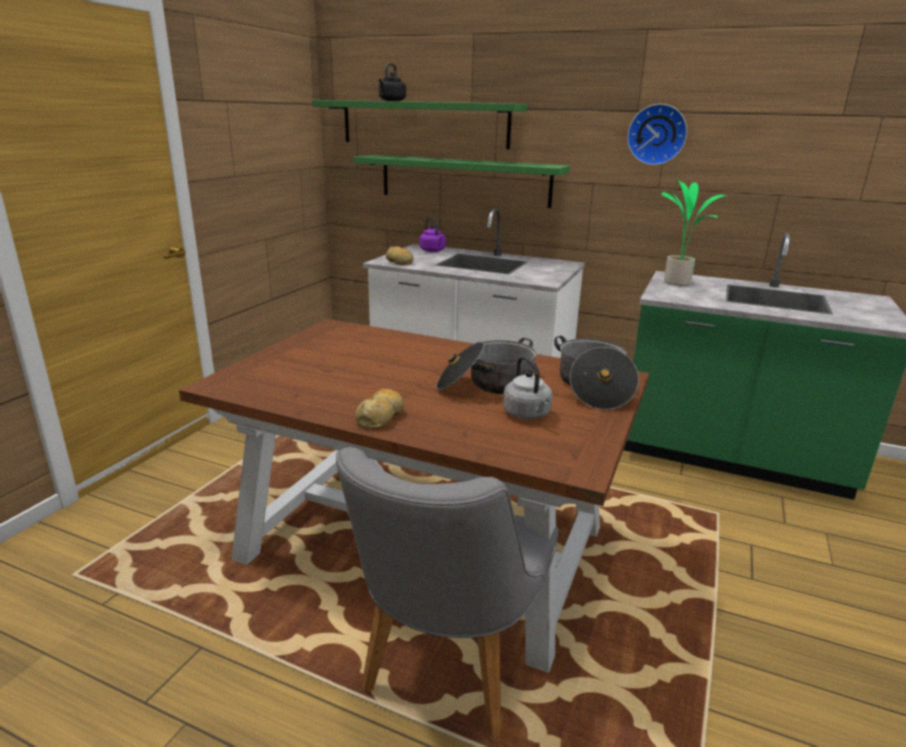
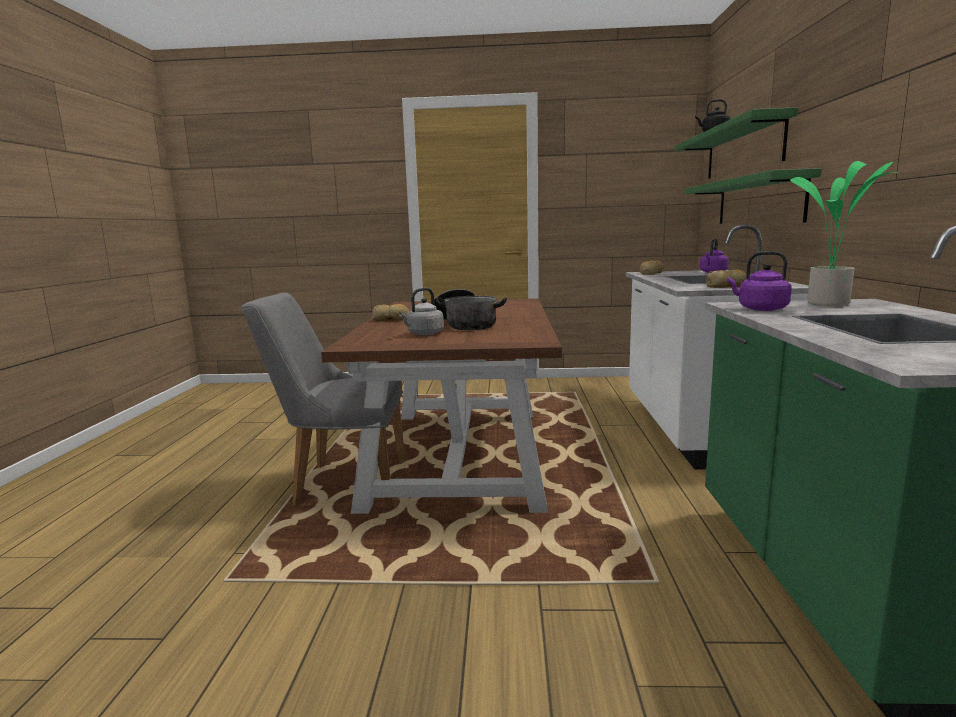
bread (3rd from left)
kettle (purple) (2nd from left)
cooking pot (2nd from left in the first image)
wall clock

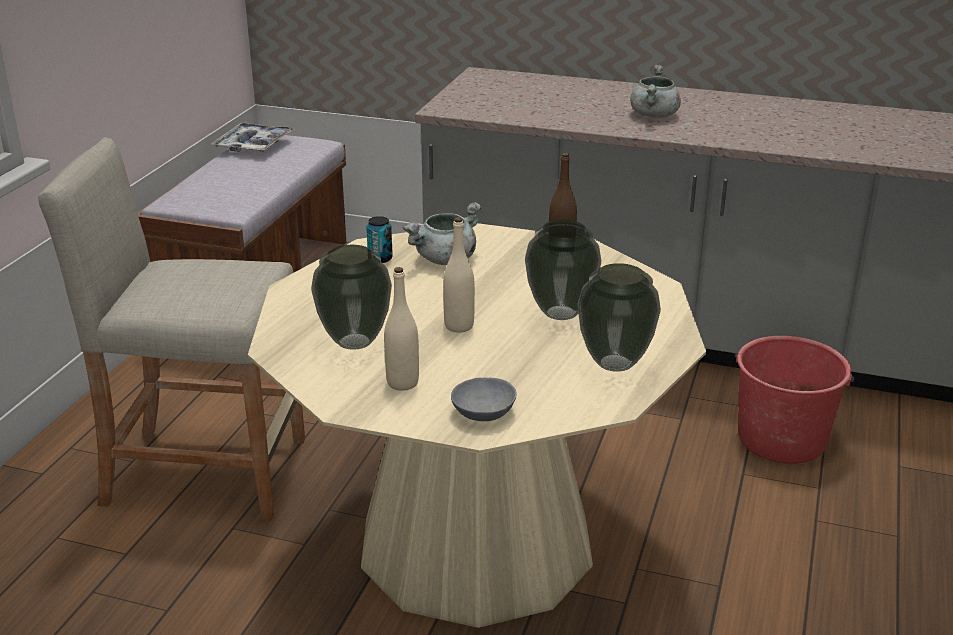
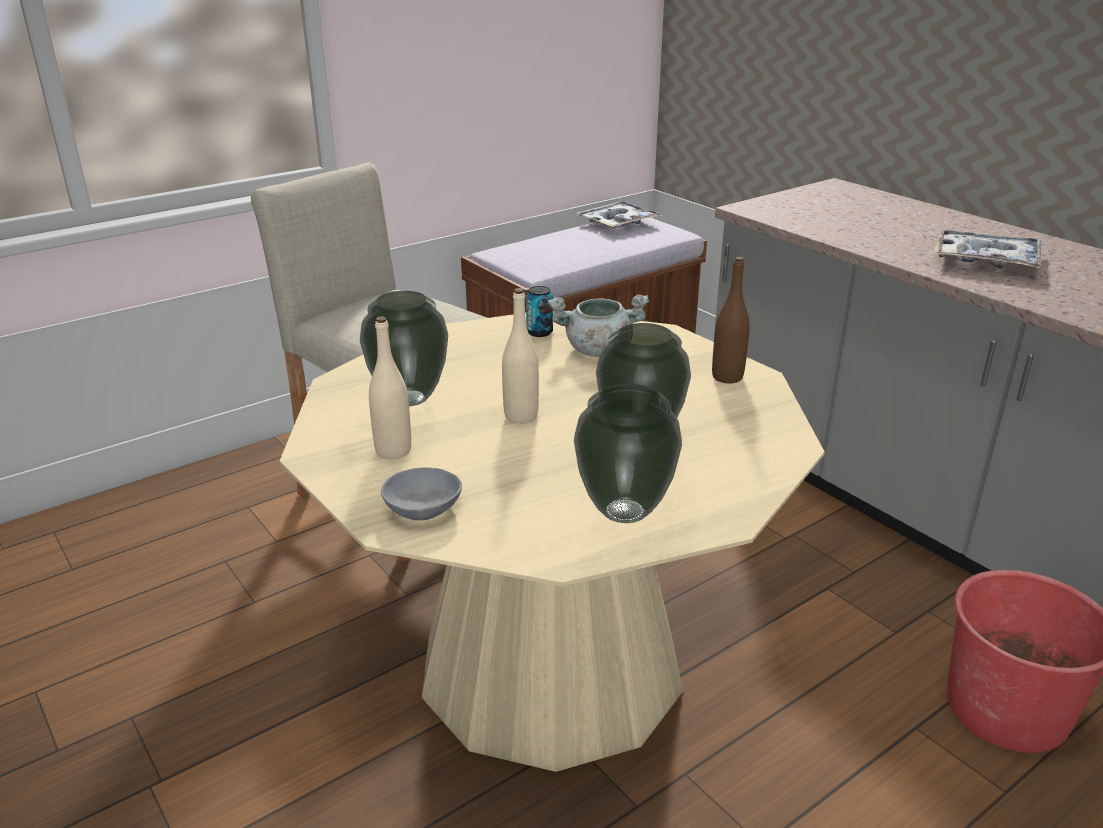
tray (2nd from left)

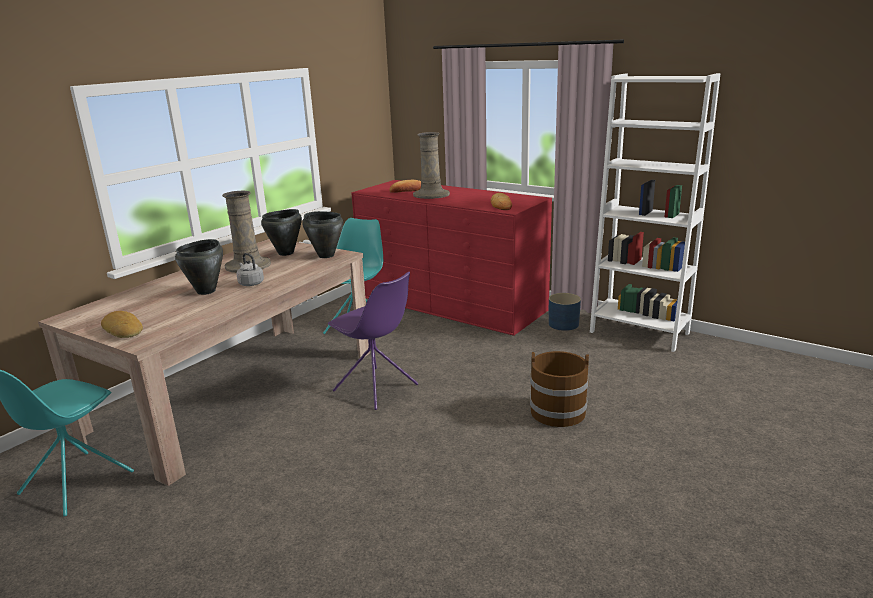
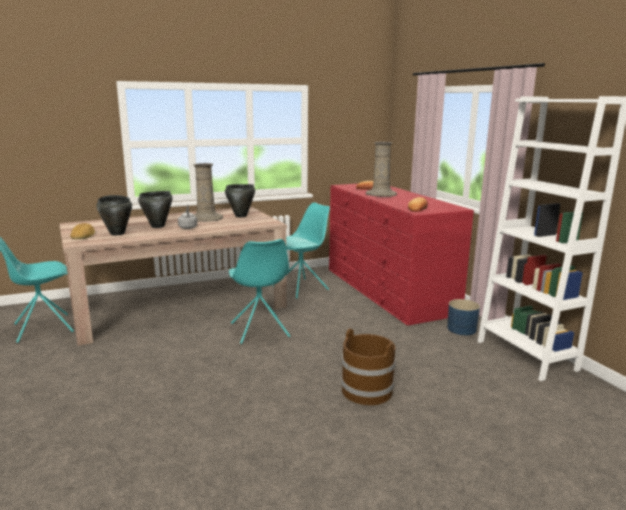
cooking pot (black) (1st from left)
chair (turquoise) (2nd from left)

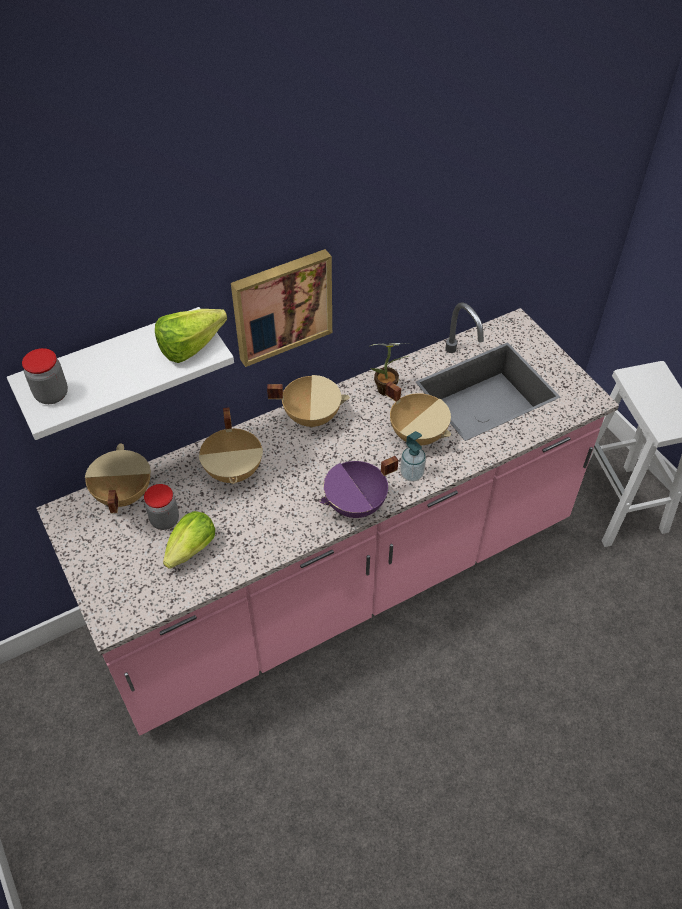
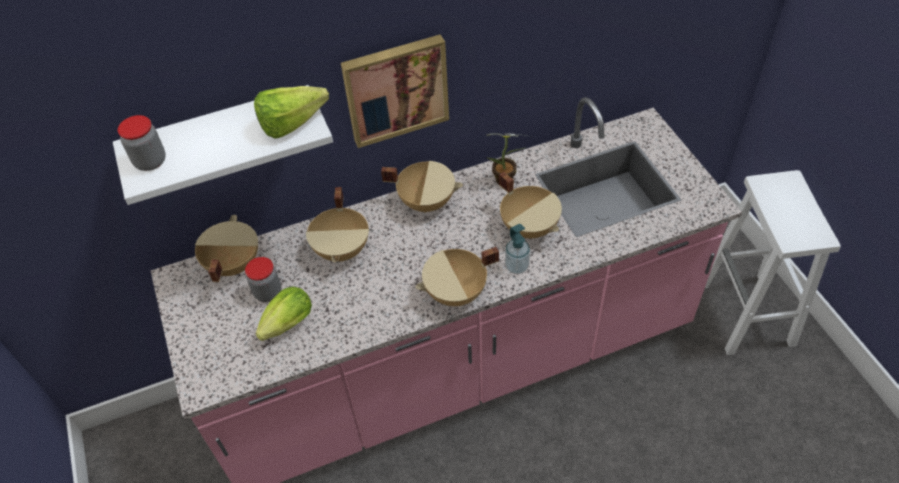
cooking pot (beige) (4th from left)

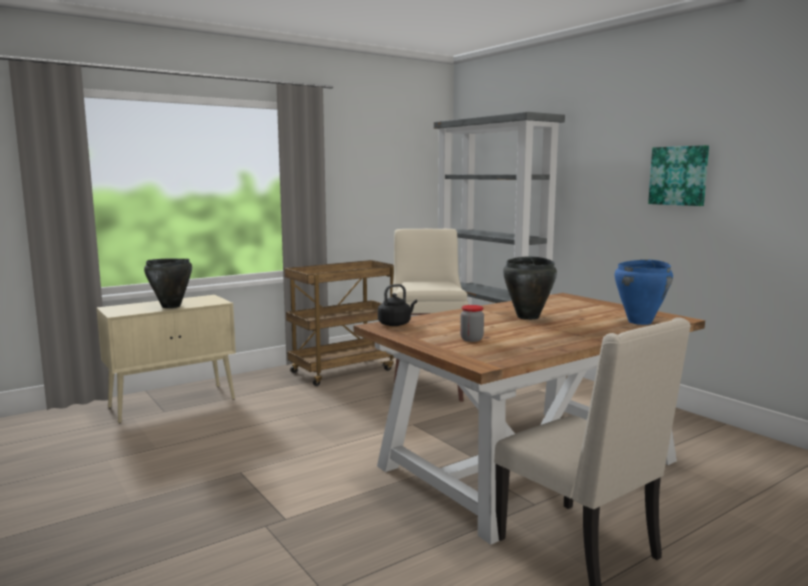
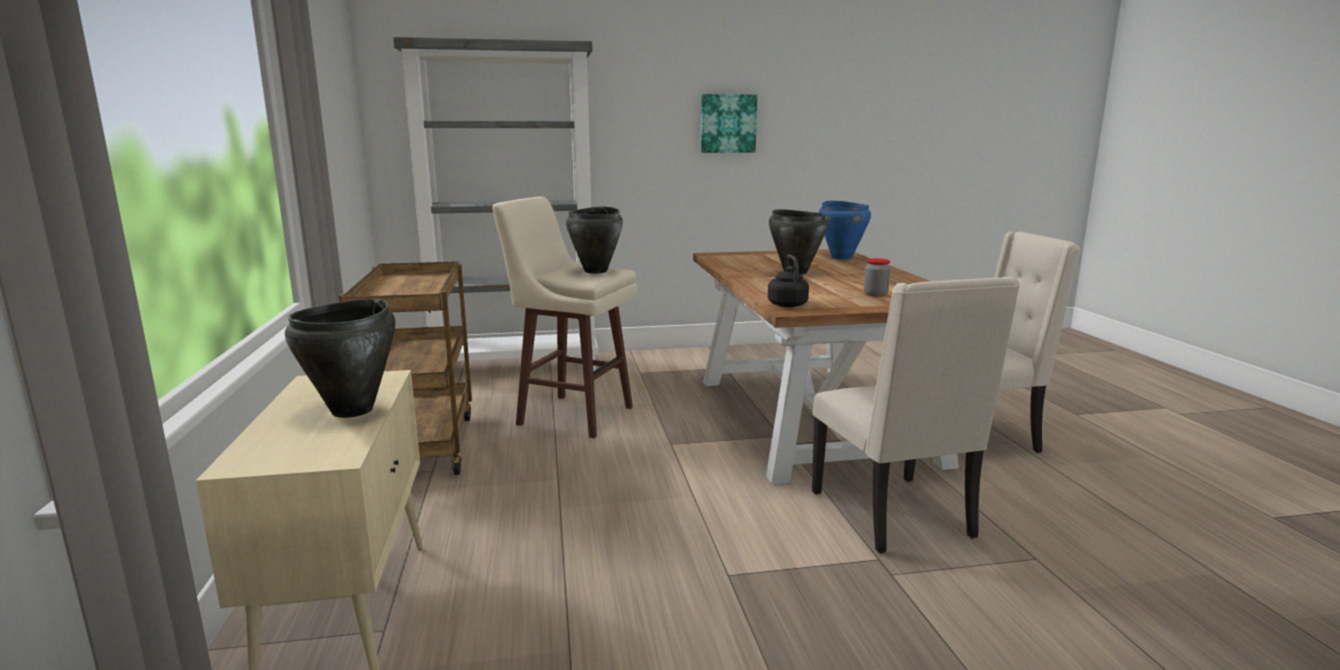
cooking pot (black) (2nd from left)
chair (beige) (1st from left)

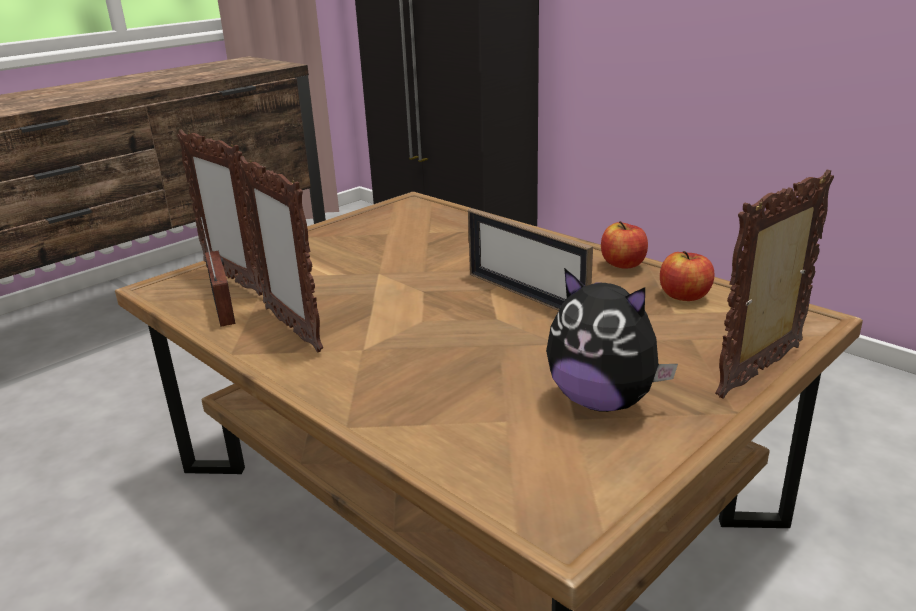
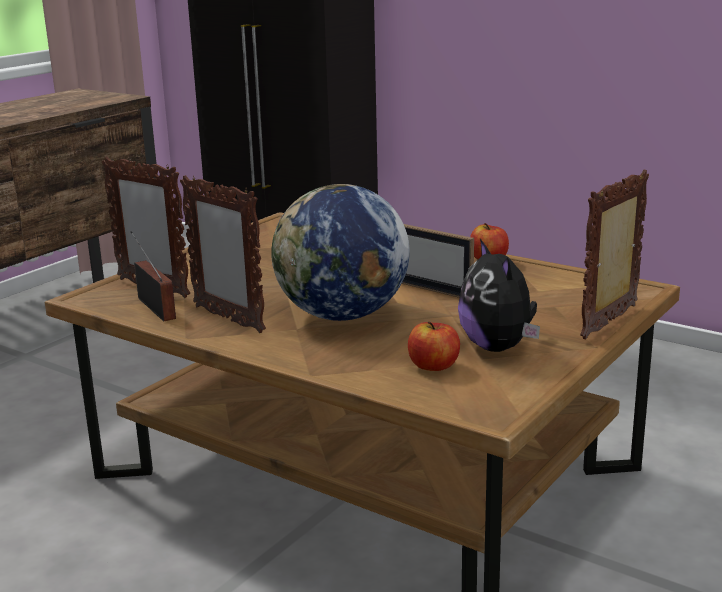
globe
apple (1st from left)
plush toy

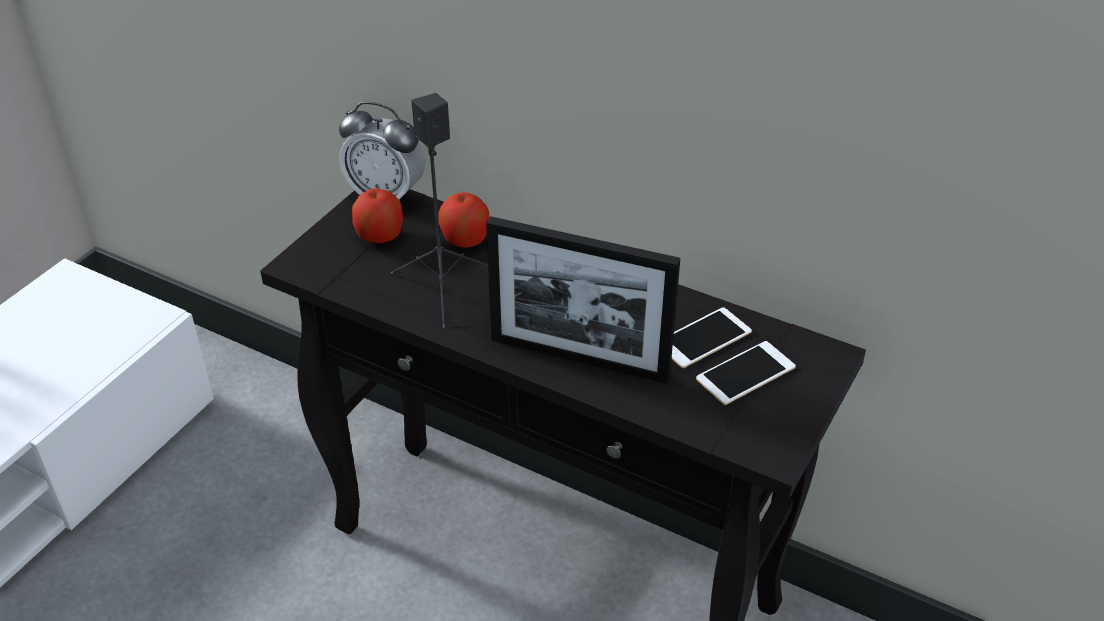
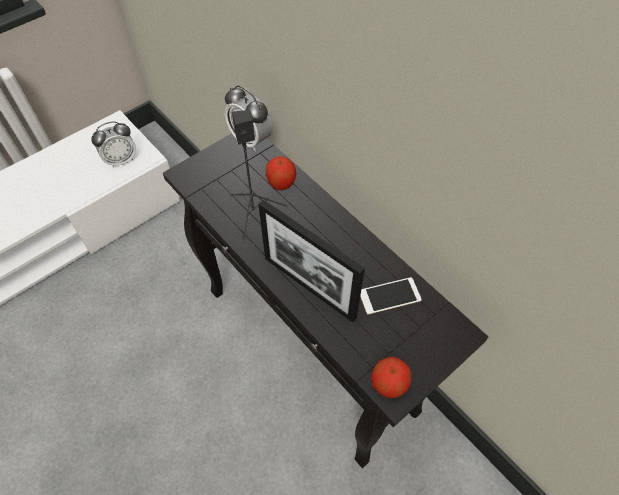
alarm clock (1st from left)
apple (2nd from left)
phone (2nd from left in the first image)

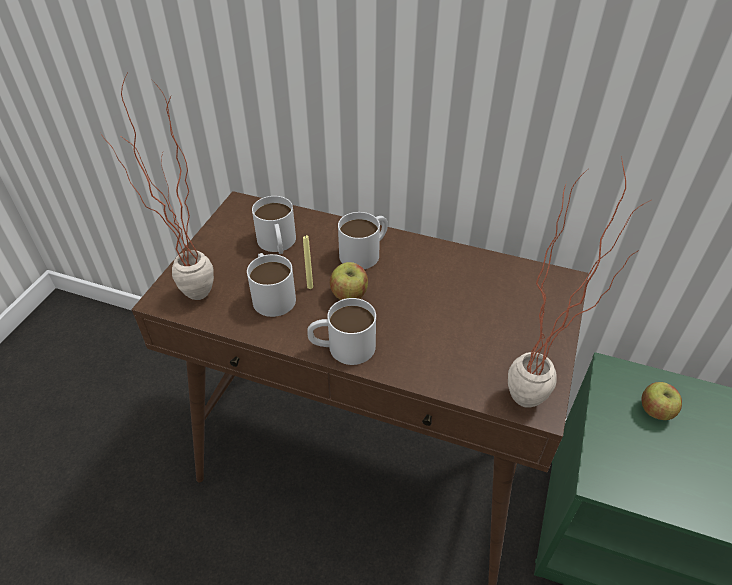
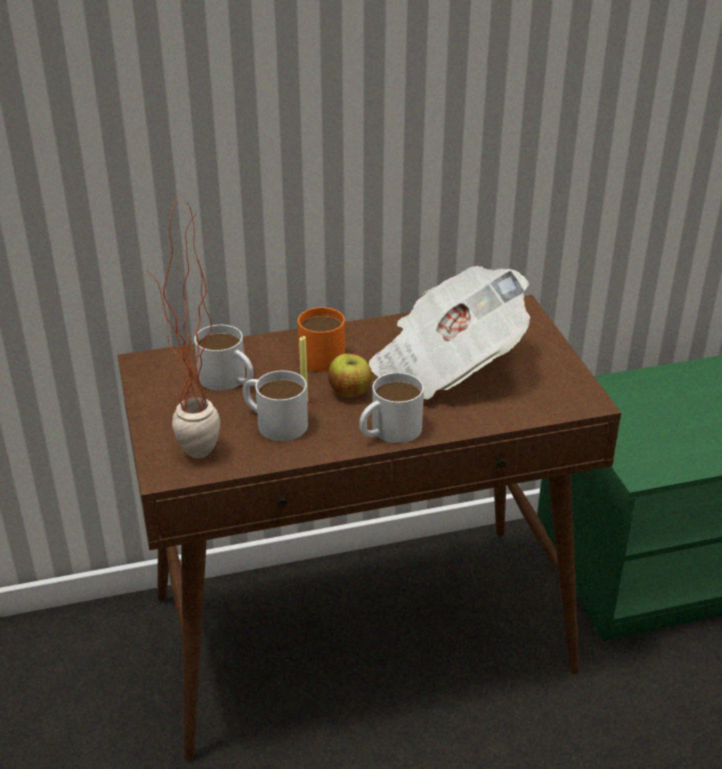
mug (orange)
newspaper
potted plant (2nd from left in the first image)
apple (2nd from left in the first image)

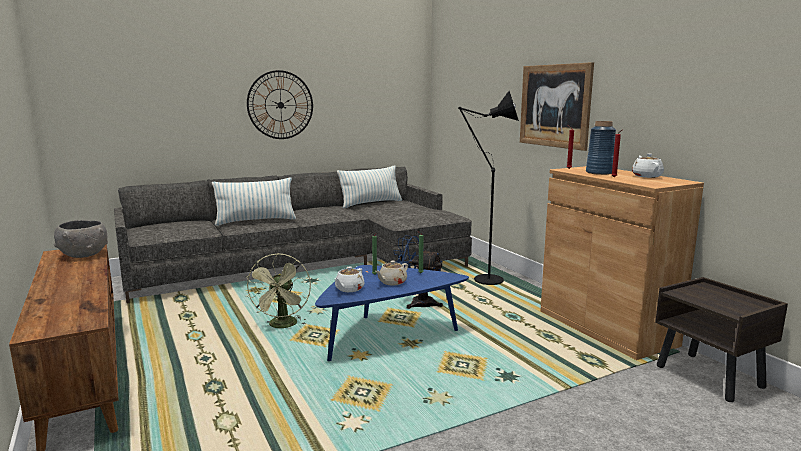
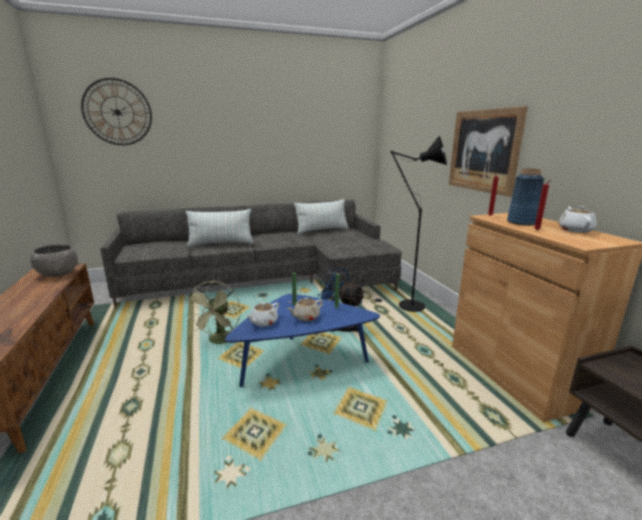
wall clock

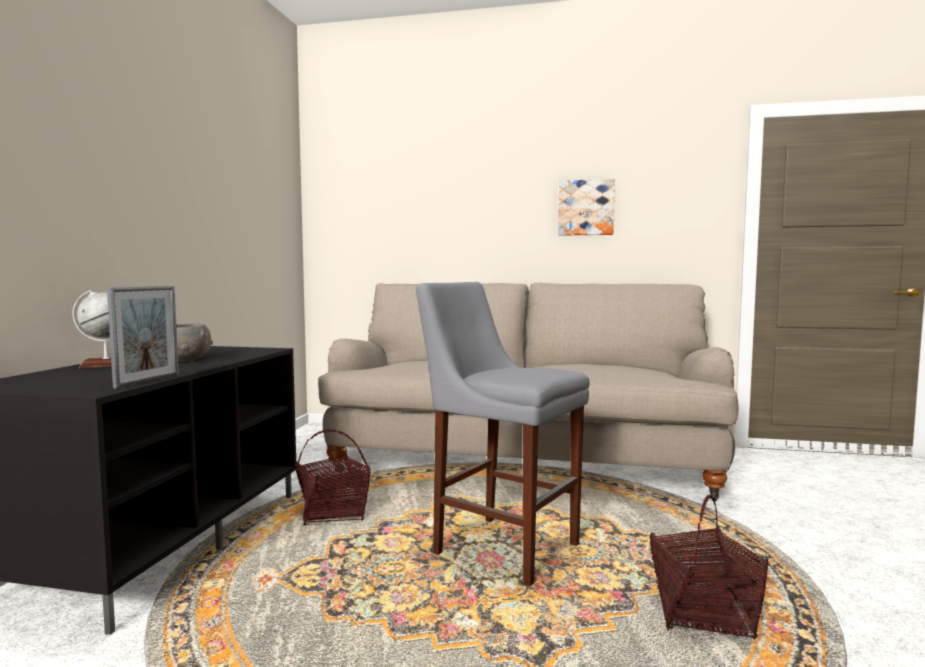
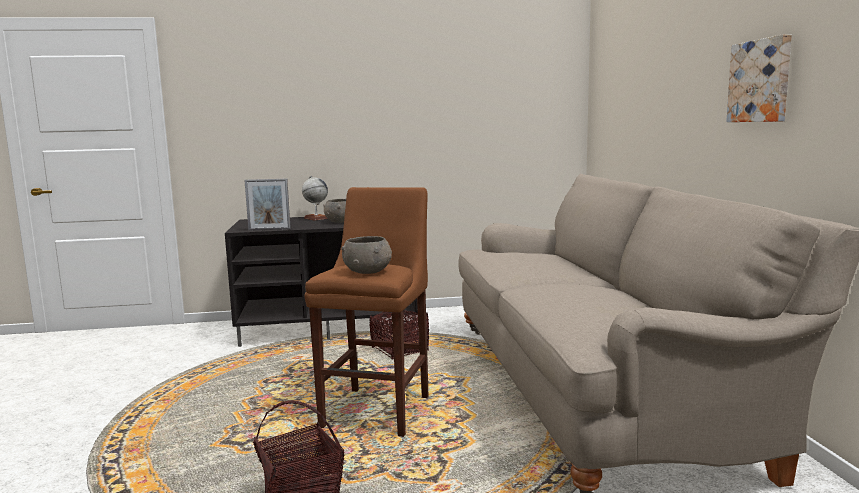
stool (brown)
bowl (grey) (2nd from left)

